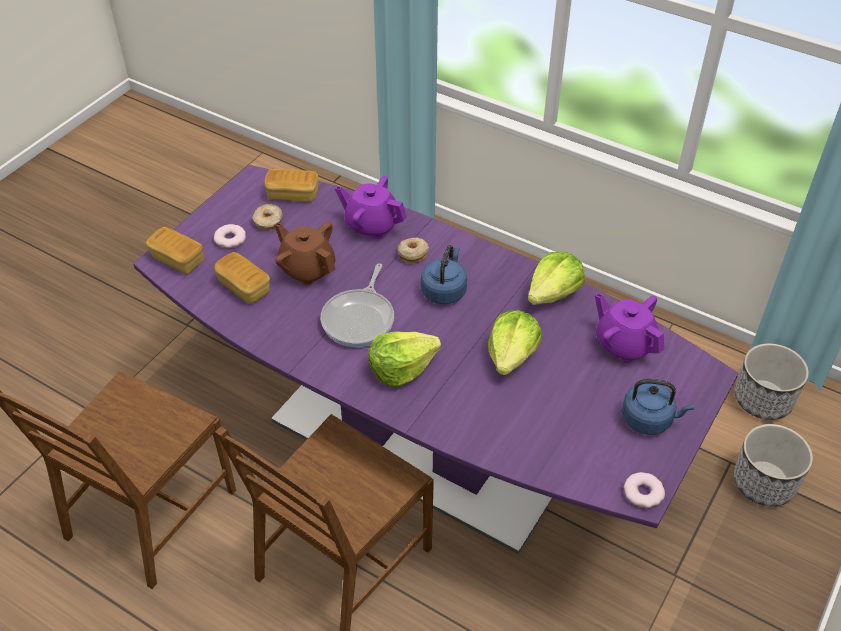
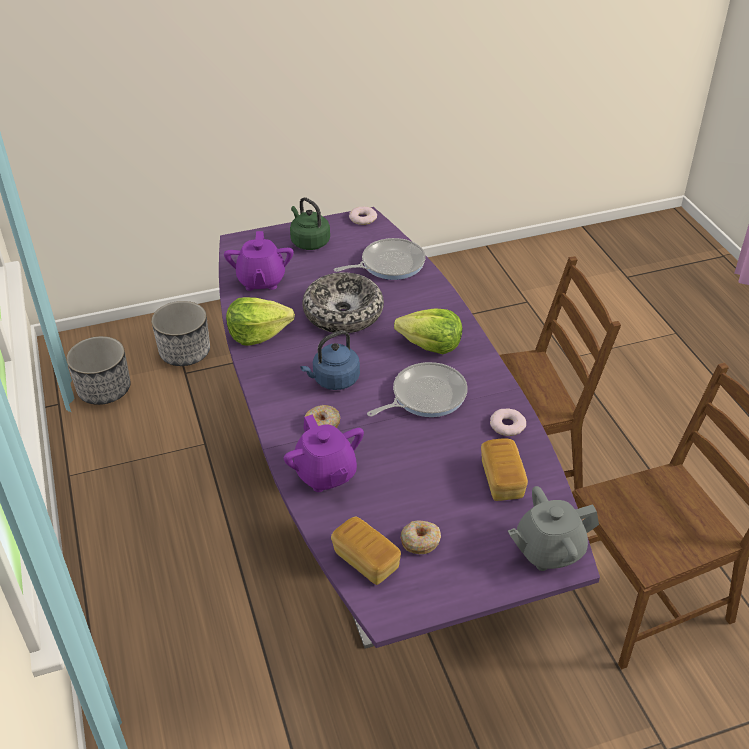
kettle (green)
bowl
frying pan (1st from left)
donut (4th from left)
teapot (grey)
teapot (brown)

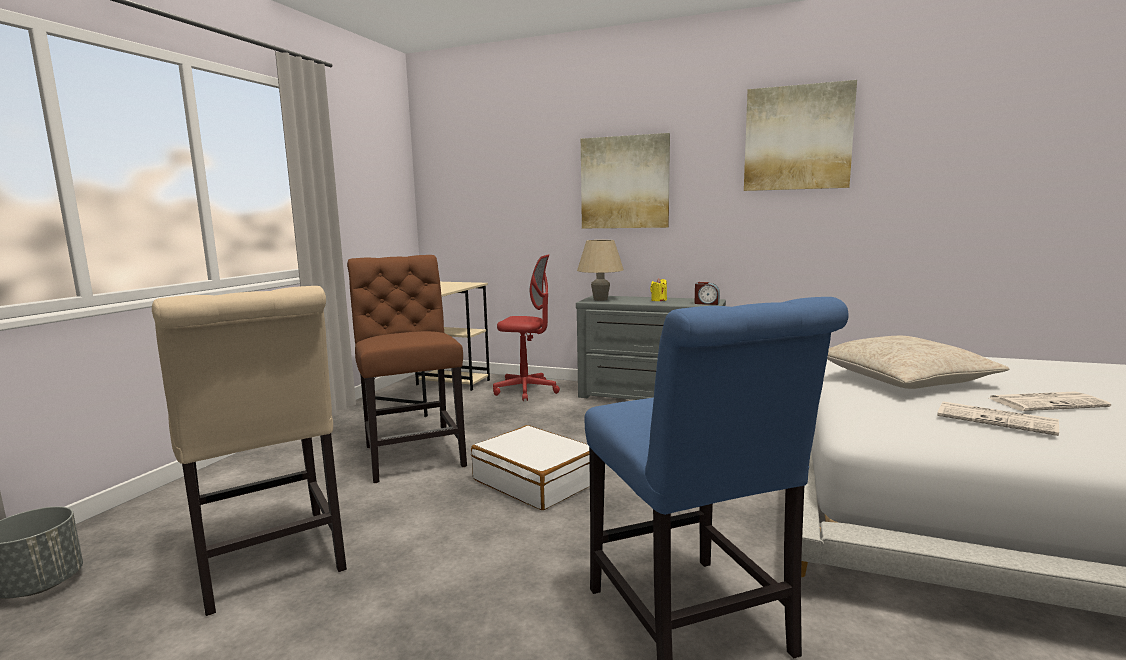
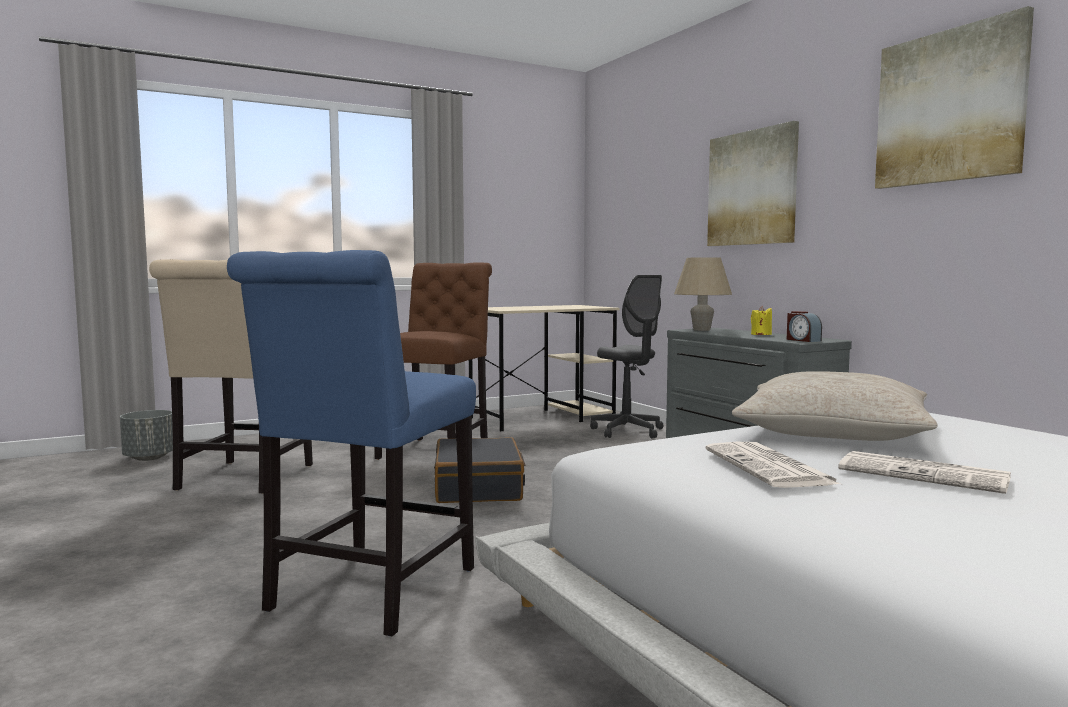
suitcase (black)
office chair (grey)

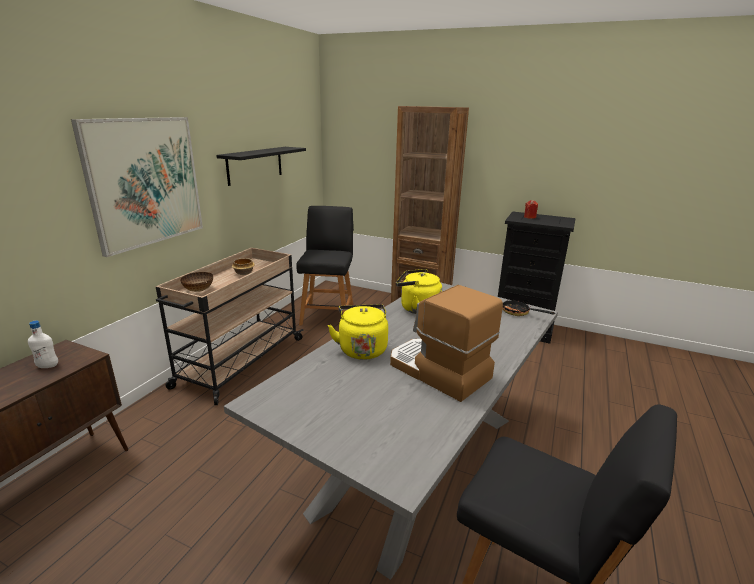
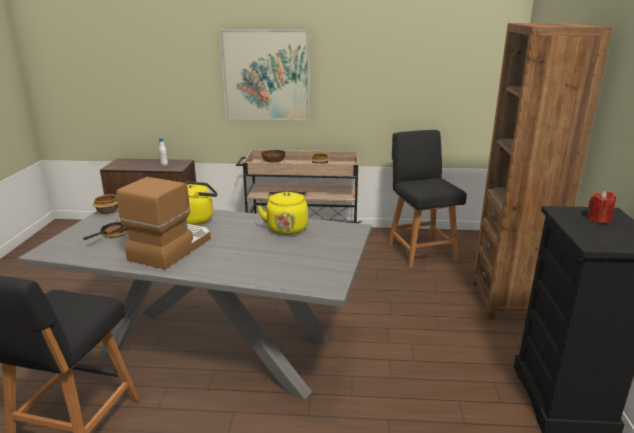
frying pan
bowl (1st from left)
chair (black) (2nd from left)
shelf (black)

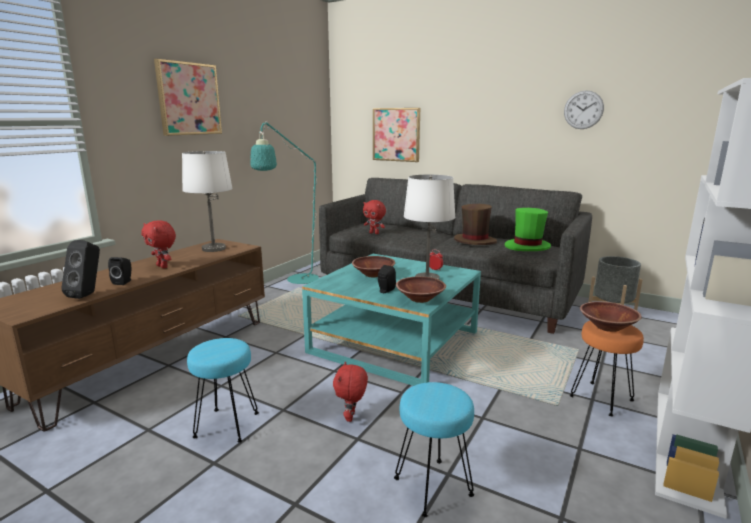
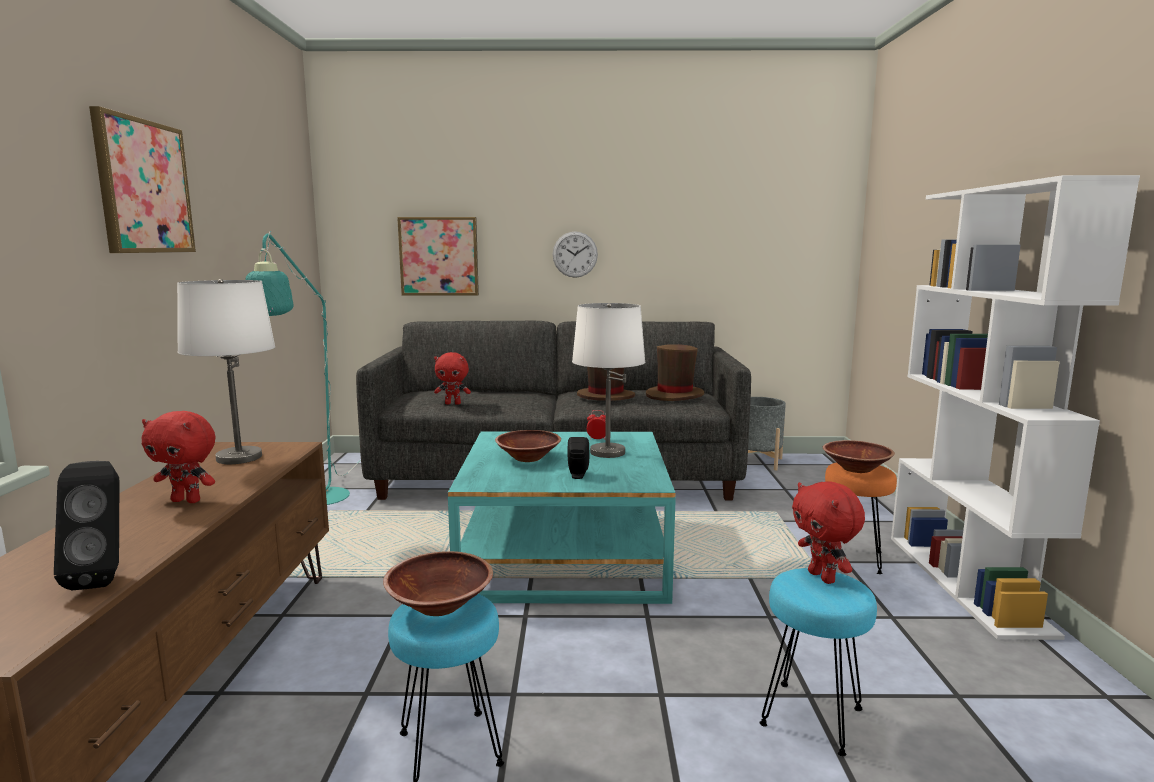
bowl (brown) (1st from left)
wall clock
hat (brown) (2nd from left)
plush toy (red) (3rd from left)
speaker (black) (2nd from left in the first image)

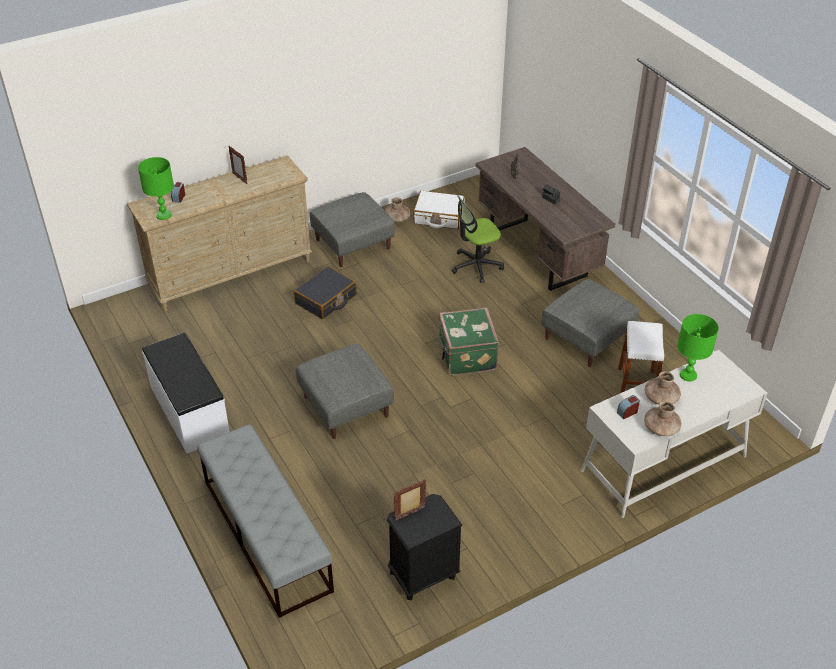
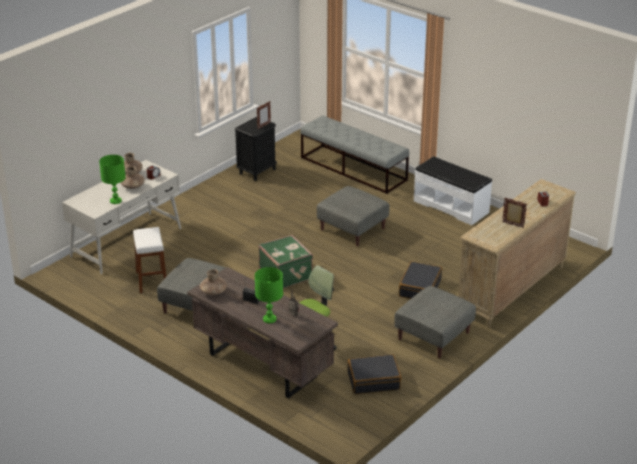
vase (brown) (3rd from left)
table lamp (green) (2nd from left)
suitcase (black) (1st from left)

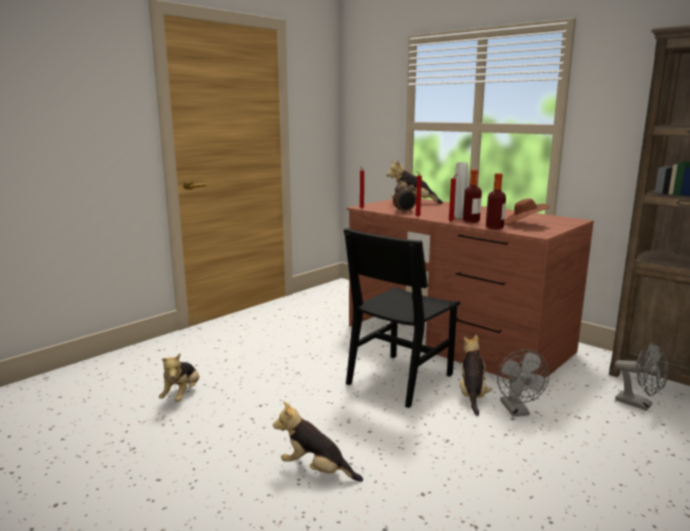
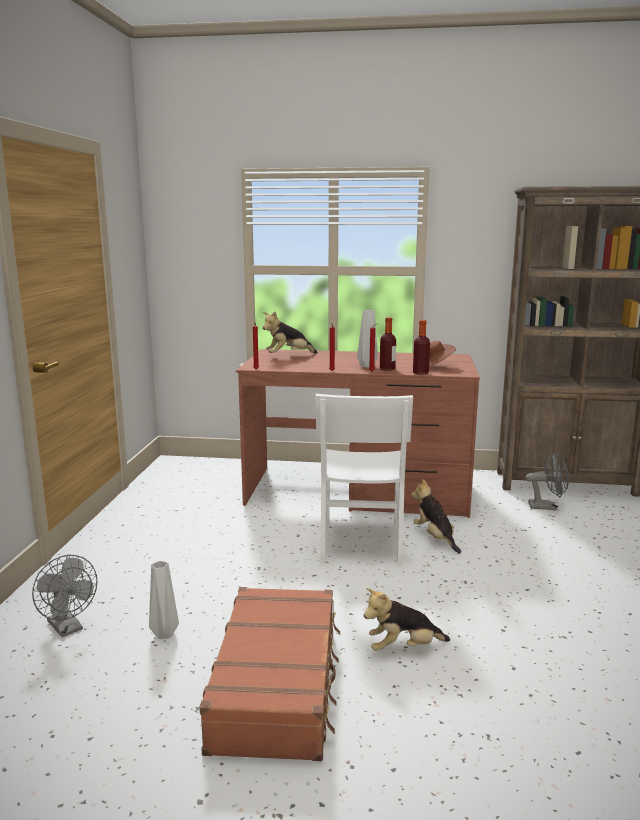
fan (grey) (1st from left)
vase (grey) (1st from left)
suitcase (brown)
chair (white)
alarm clock

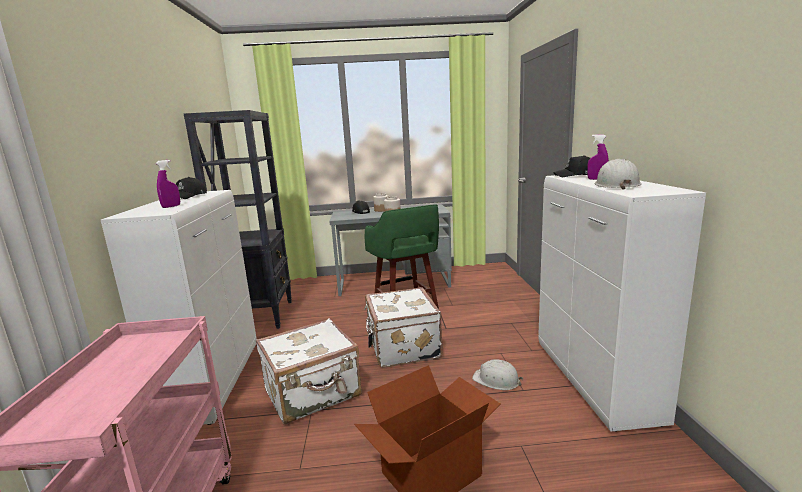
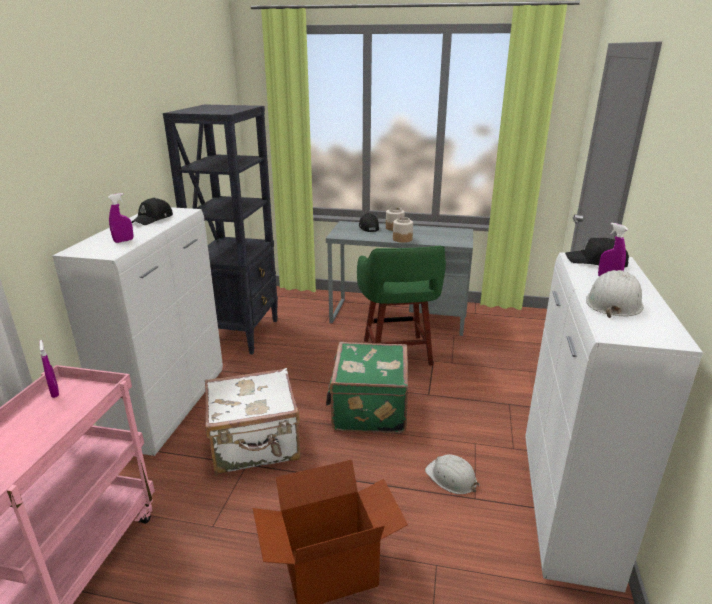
spray bottle (purple) (1st from left)
suitcase (green)

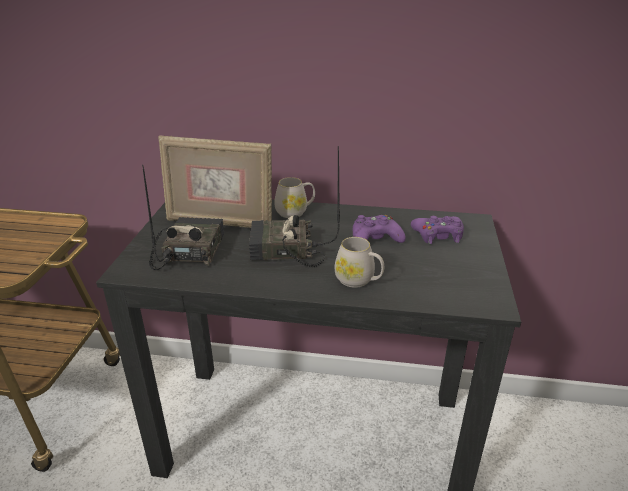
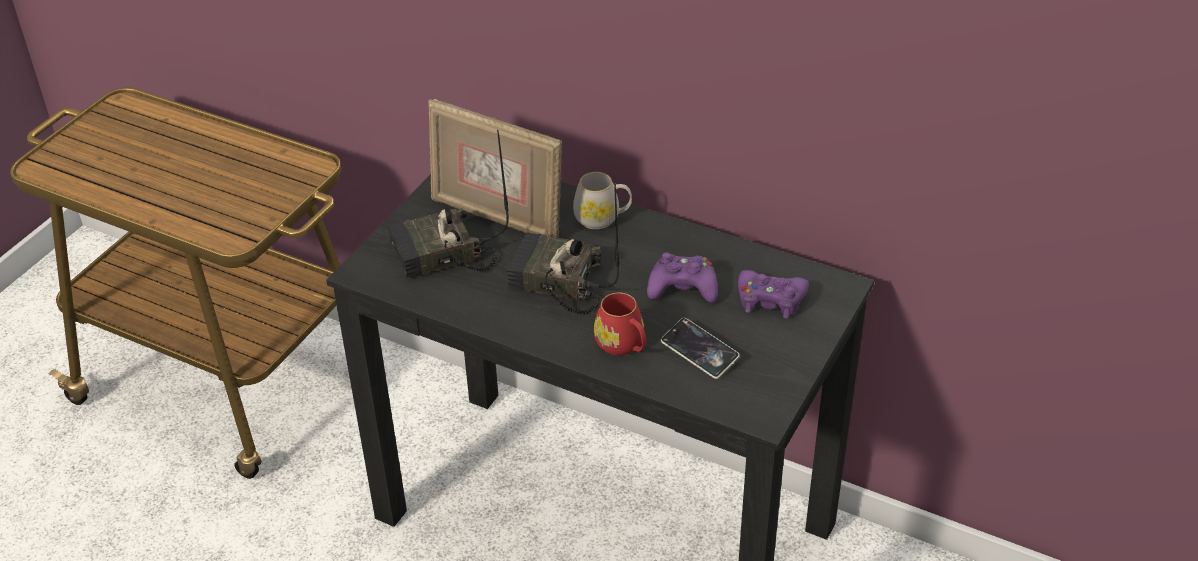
radio (1st from left)
mug (red)
phone

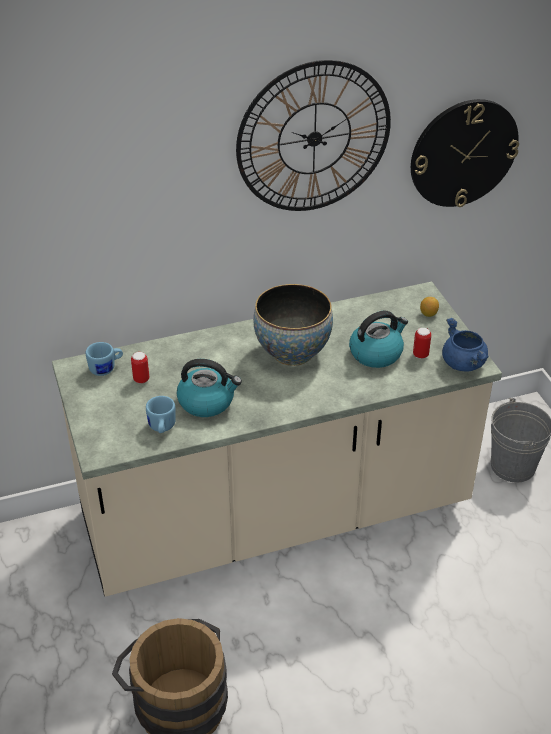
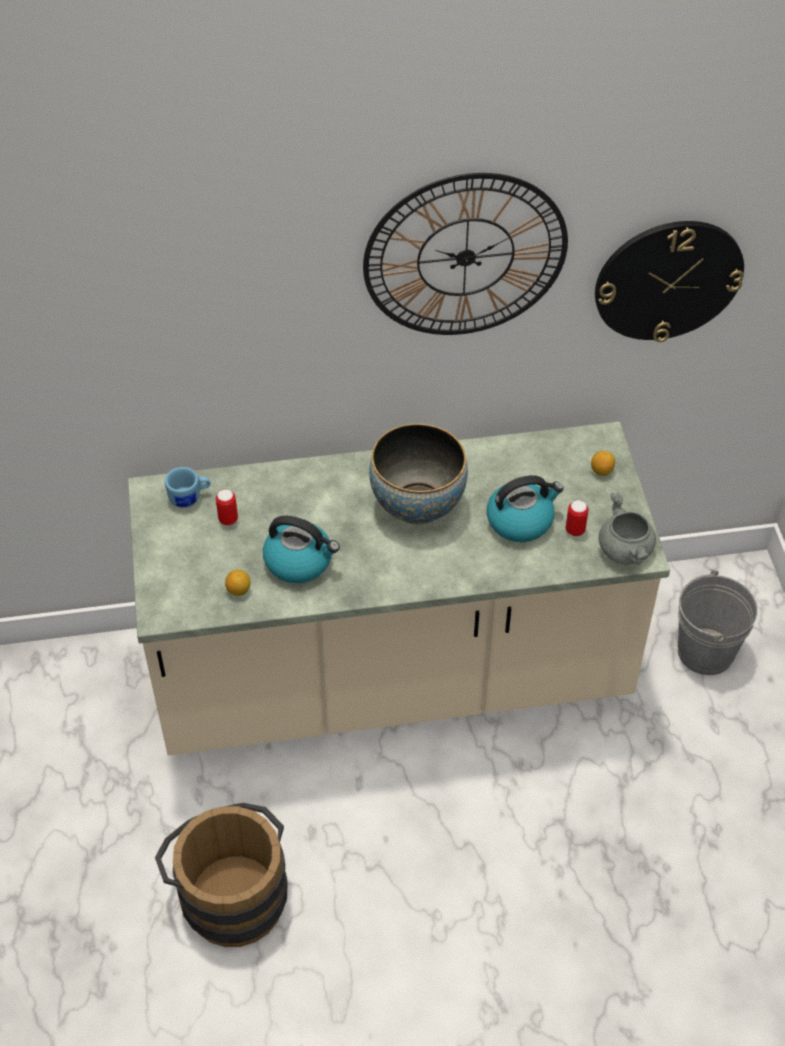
lemon (1st from left)
cooking pot (grey)

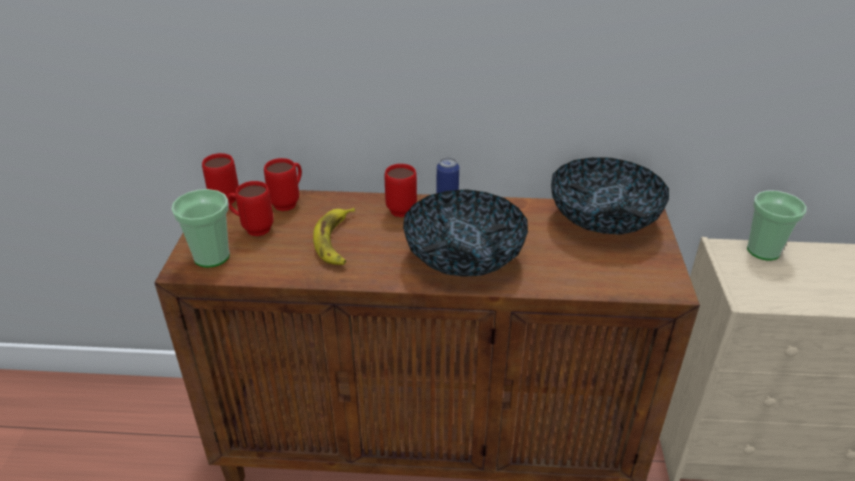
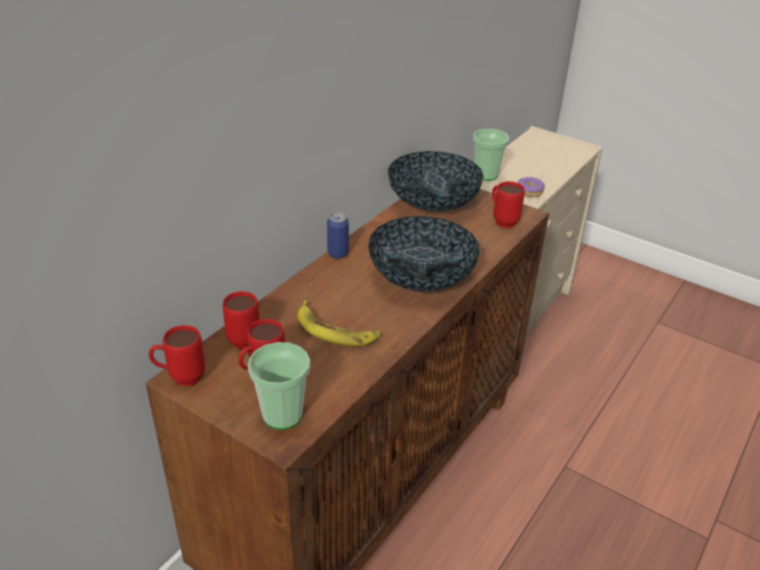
mug (red) (4th from left)
donut

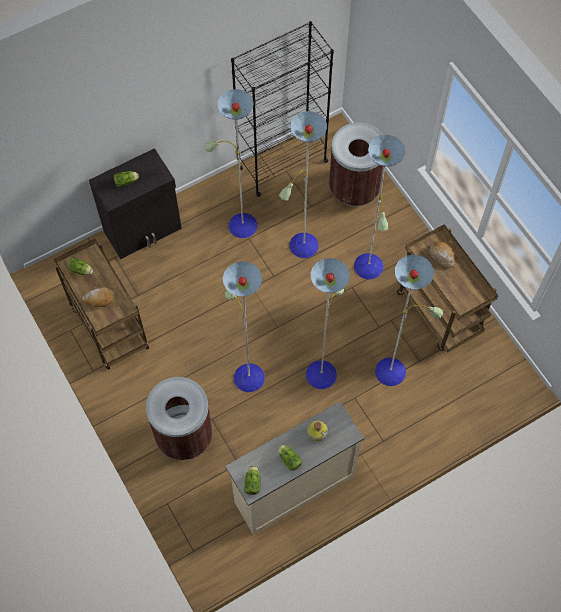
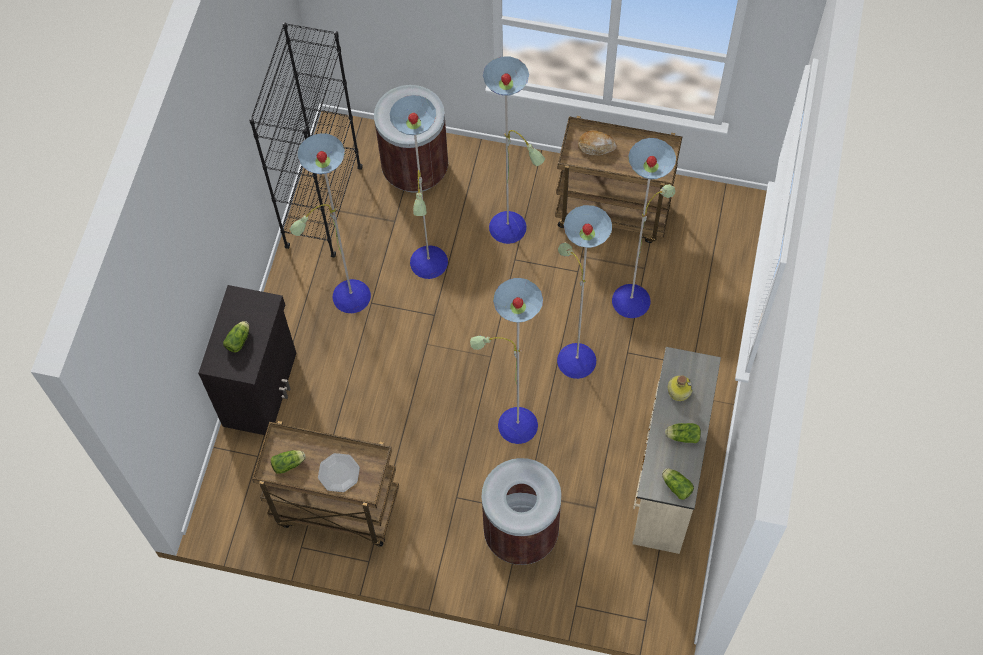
plate

